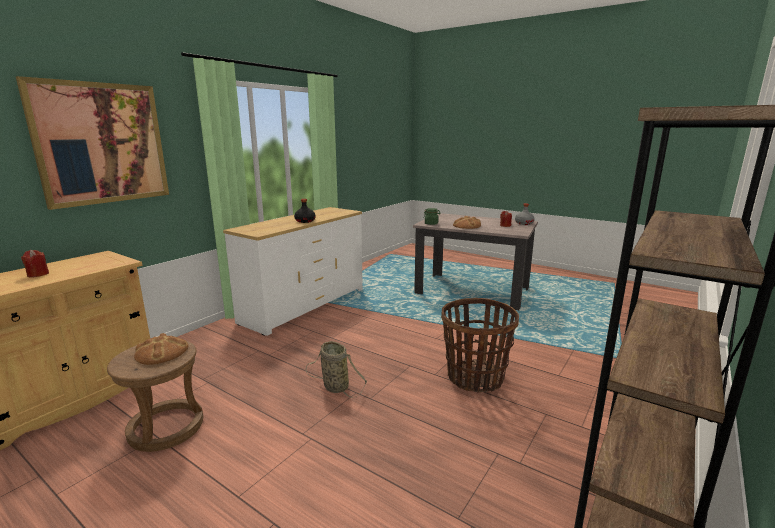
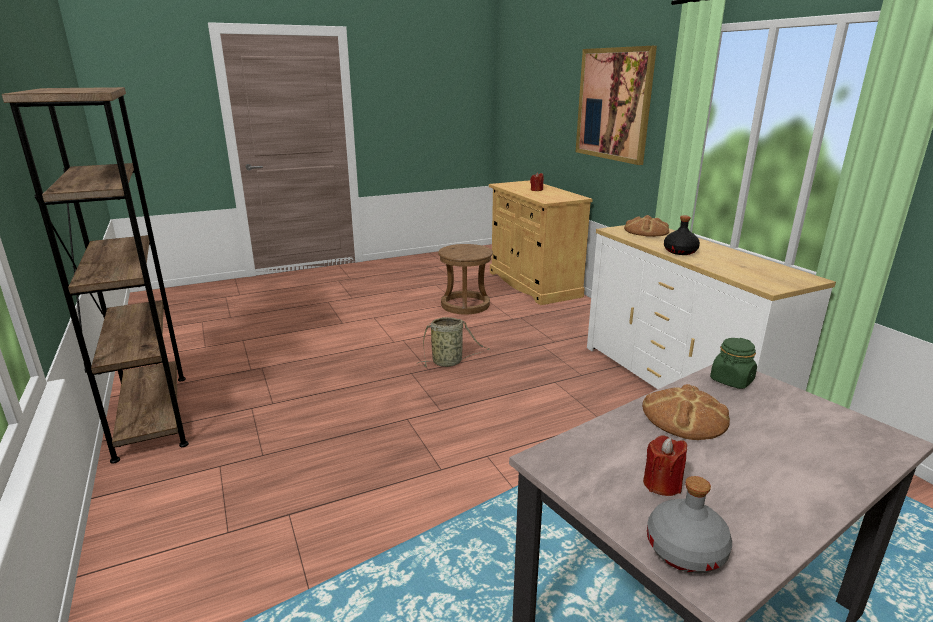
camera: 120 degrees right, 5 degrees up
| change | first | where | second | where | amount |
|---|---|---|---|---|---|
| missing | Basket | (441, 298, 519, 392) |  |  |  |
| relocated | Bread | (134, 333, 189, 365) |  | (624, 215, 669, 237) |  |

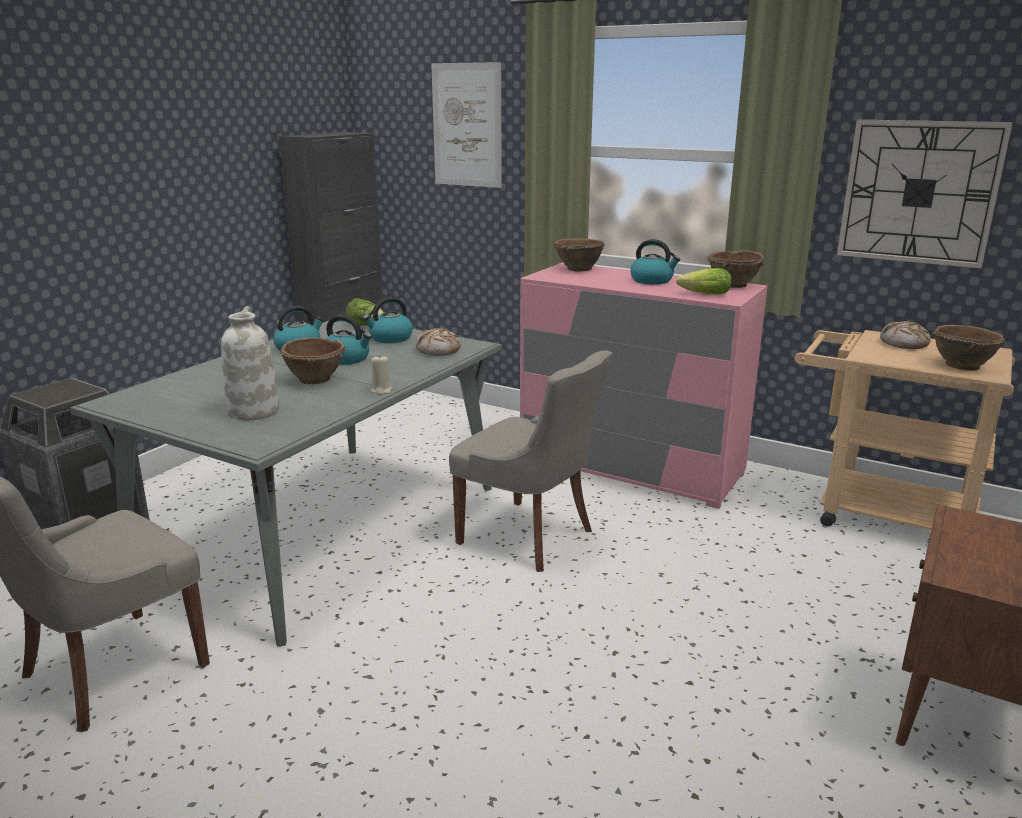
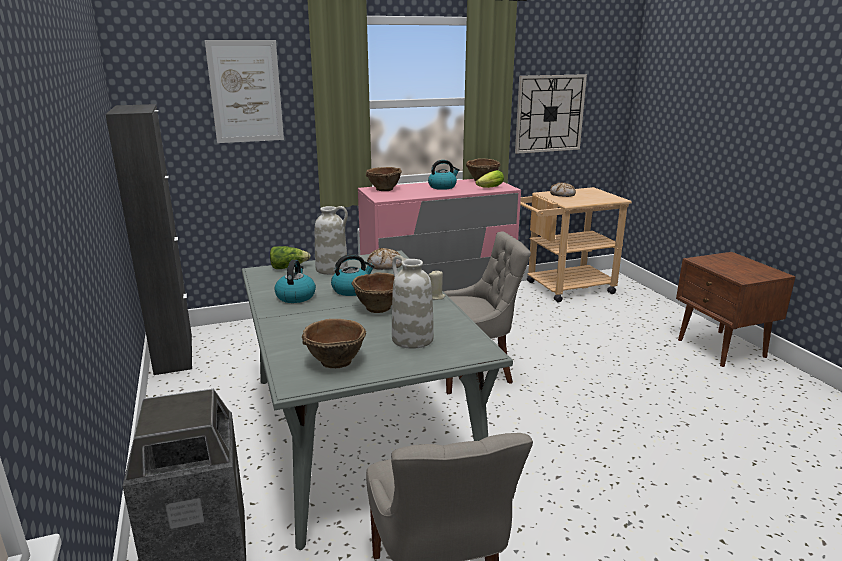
camera: 50 degrees left, 0 degrees up
| change | first | where | second | where | amount |
|---|---|---|---|---|---|
| exchanged | Kettle | (363, 297, 413, 343) | WhiteVase | (315, 206, 348, 275) |  |
| relocated | BrownBowl | (931, 325, 1005, 371) |  | (302, 319, 366, 368) |  |

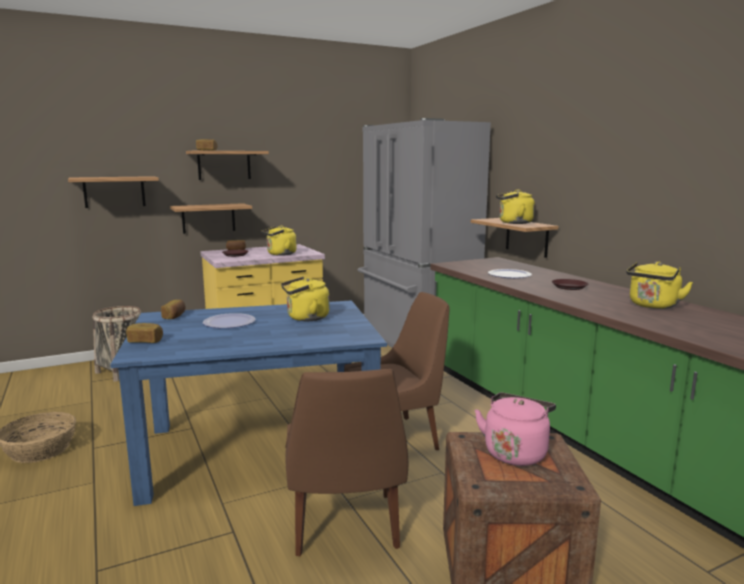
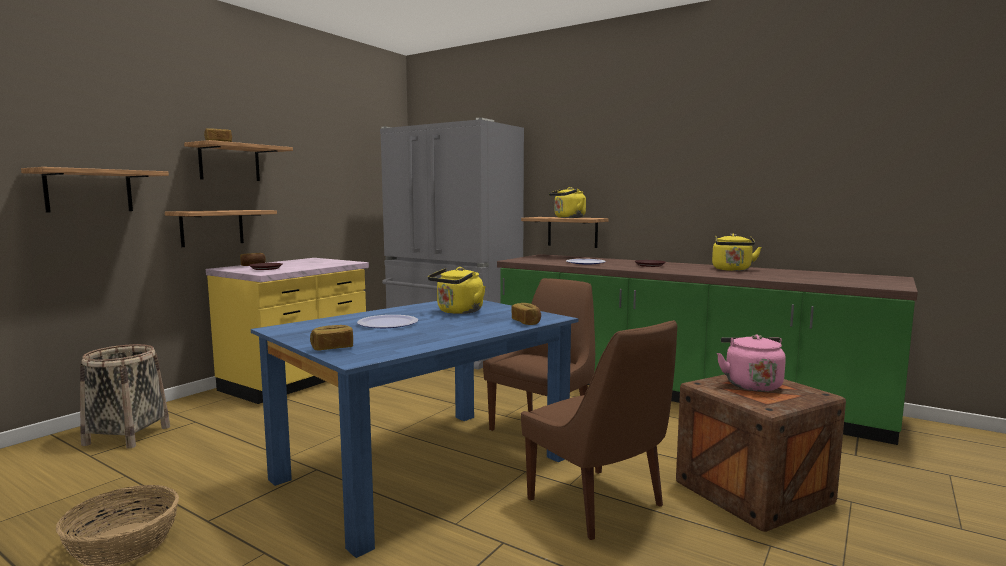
camera: 30 degrees left, 5 degrees down
| change | first | where | second | where | amount |
|---|---|---|---|---|---|
| missing | YellowKettle | (261, 226, 297, 256) |  |  |  |
| relocated | Bread | (161, 300, 186, 319) |  | (511, 303, 541, 325) |  |

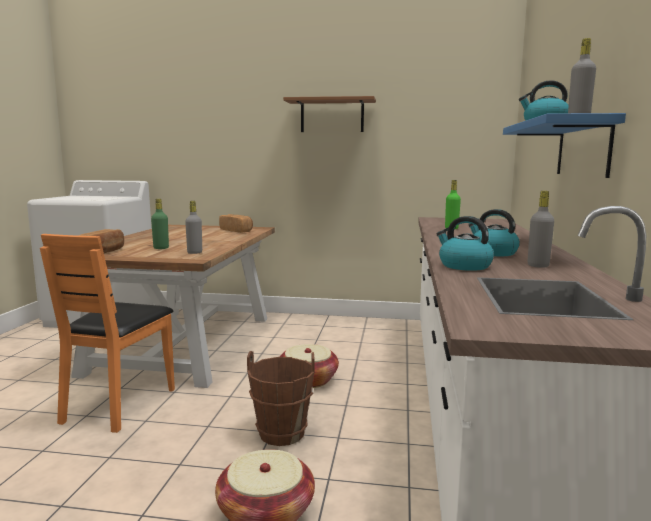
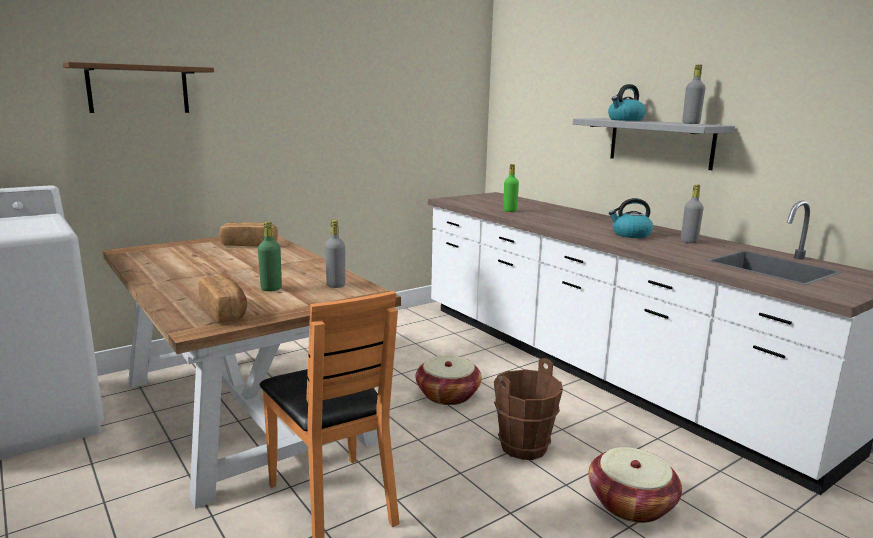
camera: 45 degrees left, 5 degrees up
| change | first | where | second | where | amount |
|---|---|---|---|---|---|
| relocated | BrownShelf | (283, 96, 376, 132) |  | (63, 62, 214, 113) |  |
| colour | BlueShelf | (503, 113, 626, 178) | GreyShelf | (573, 118, 735, 170) |  |
| missing | Kettle | (436, 216, 494, 271) |  |  |  |

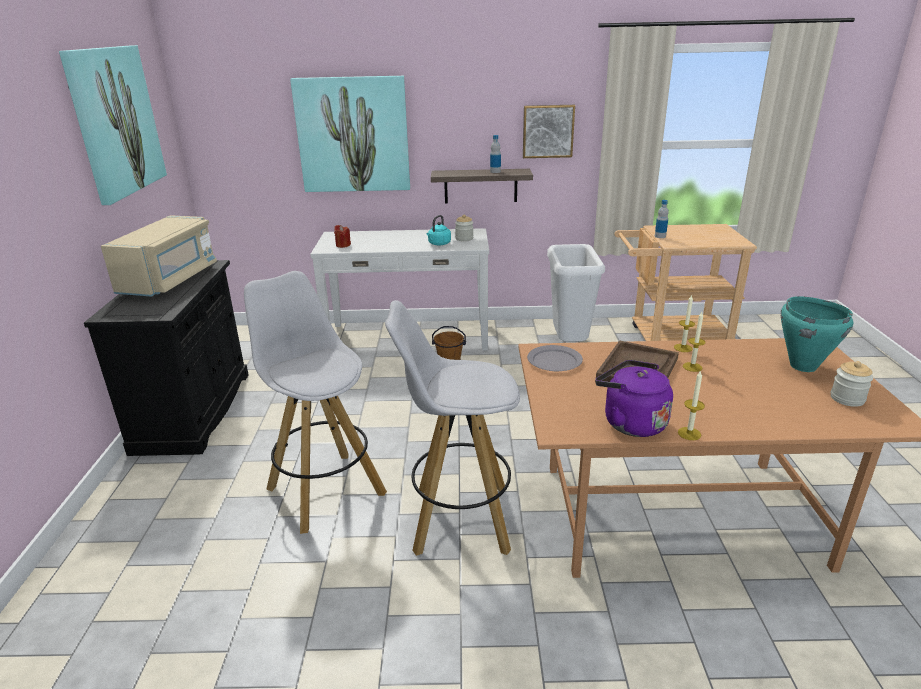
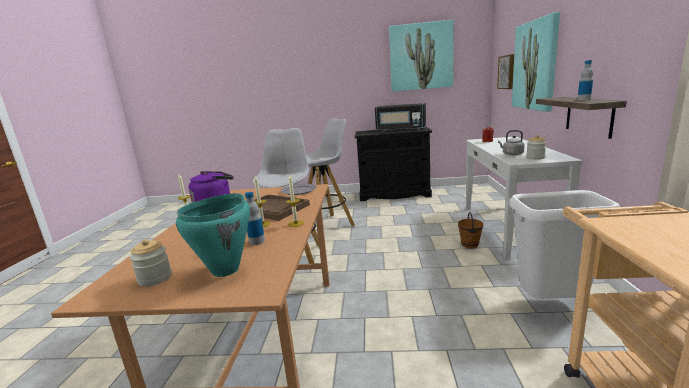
camera: 95 degrees right, 10 degrees down
| change | first | where | second | where | amount |
|---|---|---|---|---|---|
| relocated | Picture | (523, 105, 575, 158) |  | (497, 54, 514, 89) |  |
| relocated | Bottle | (655, 200, 669, 238) |  | (245, 192, 265, 245) |  |
| colour | BeigeMicrowave | (101, 215, 217, 297) | BlackMicrowave | (375, 103, 426, 131) |  |
| colour | TurquoiseKettle | (427, 215, 451, 245) | GreyKettle | (498, 130, 525, 155) |  |

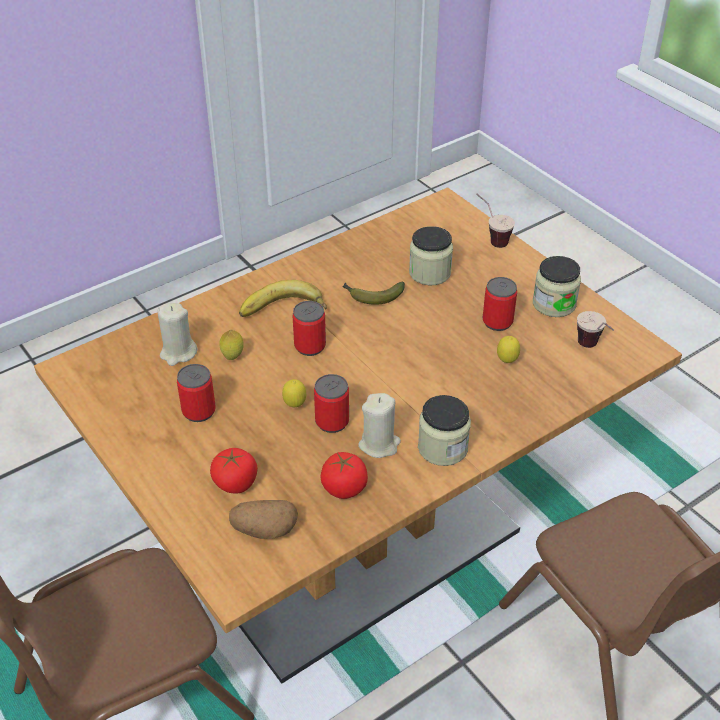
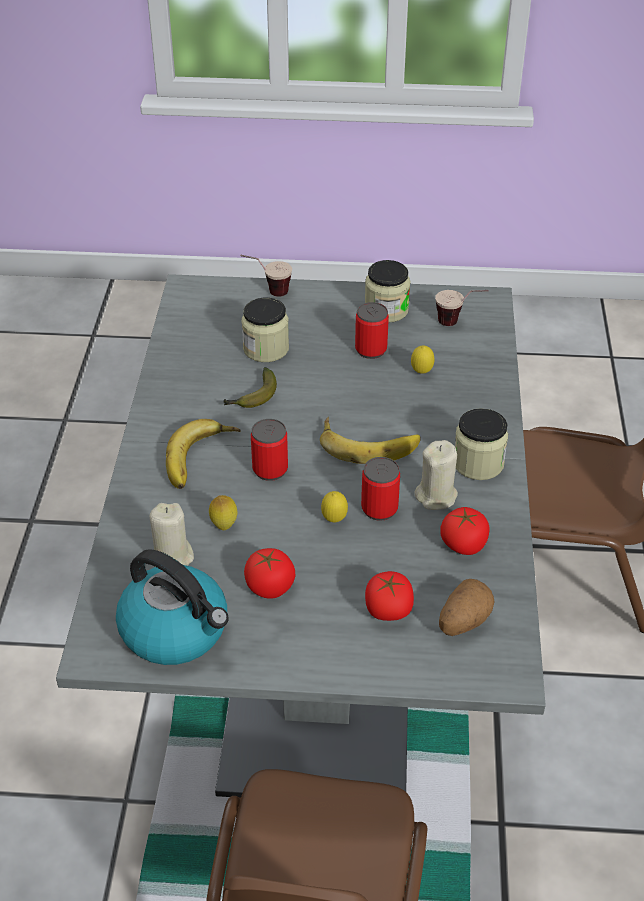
camera: 50 degrees left, 0 degrees up
| change | first | where | second | where | amount |
|---|---|---|---|---|---|
| colour | BrownDiningTable | (34, 187, 682, 684) | GreyDiningTable | (56, 274, 546, 797) |  |
| exchanged | Can | (177, 364, 216, 422) | Tomato | (244, 548, 295, 599) |  |
| appeared |  |  | Banana | (320, 417, 421, 464) |  |
| appeared |  |  | Kettle | (116, 549, 229, 665) |  |

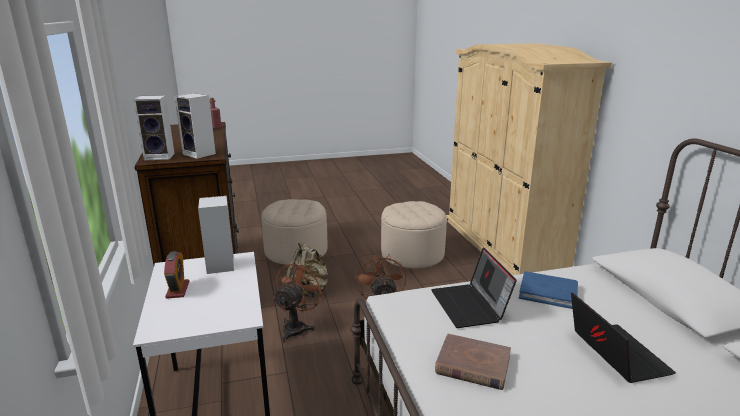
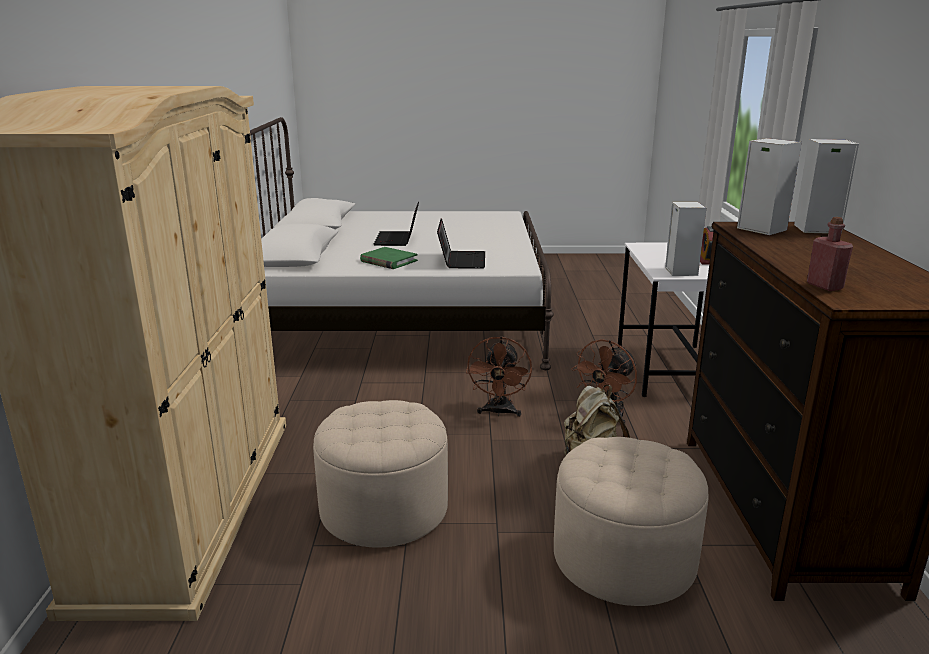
camera: 165 degrees left, 0 degrees up
| change | first | where | second | where | amount |
|---|---|---|---|---|---|
| colour | BlueBook | (519, 271, 578, 309) | GreenBook | (360, 247, 418, 269) |  |
| missing | BrownBook | (435, 334, 511, 390) |  |  |  |

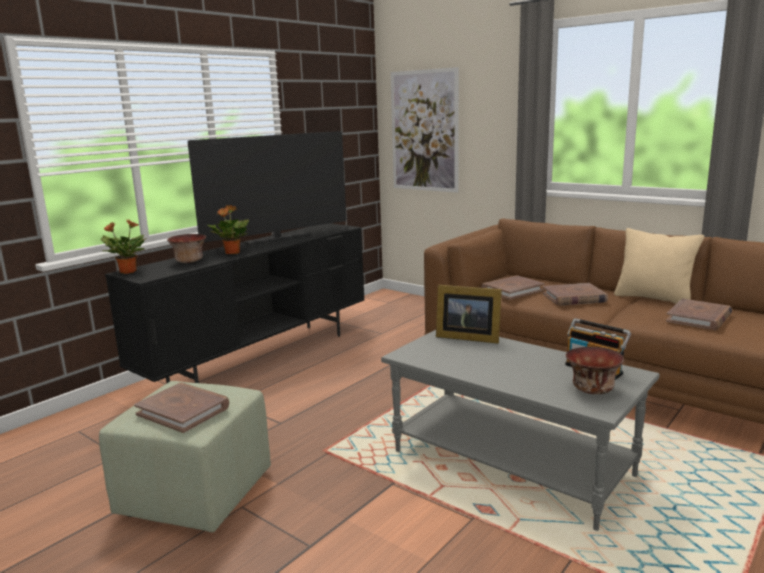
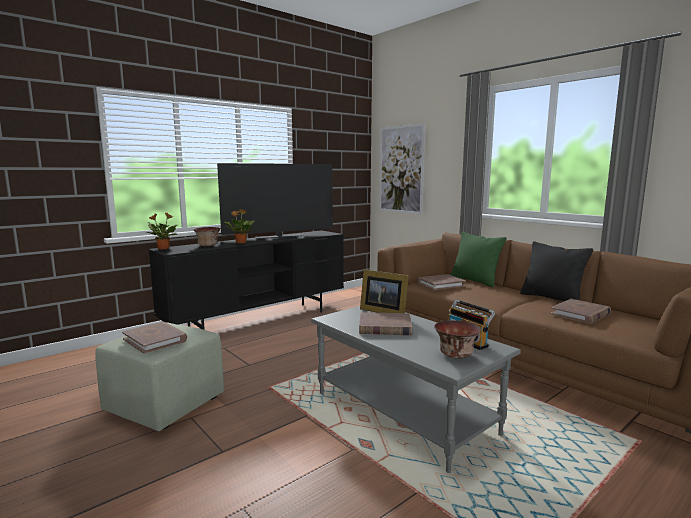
camera: 10 degrees right, 5 degrees down
| change | first | where | second | where | amount |
|---|---|---|---|---|---|
| colour | BeigePillow | (614, 228, 704, 304) | BlackPillow | (520, 241, 593, 301) |  |
| relocated | BrownBook | (543, 283, 608, 306) |  | (359, 312, 413, 335) |  |
| appeared |  |  | GreenPillow | (451, 232, 507, 287) |  |

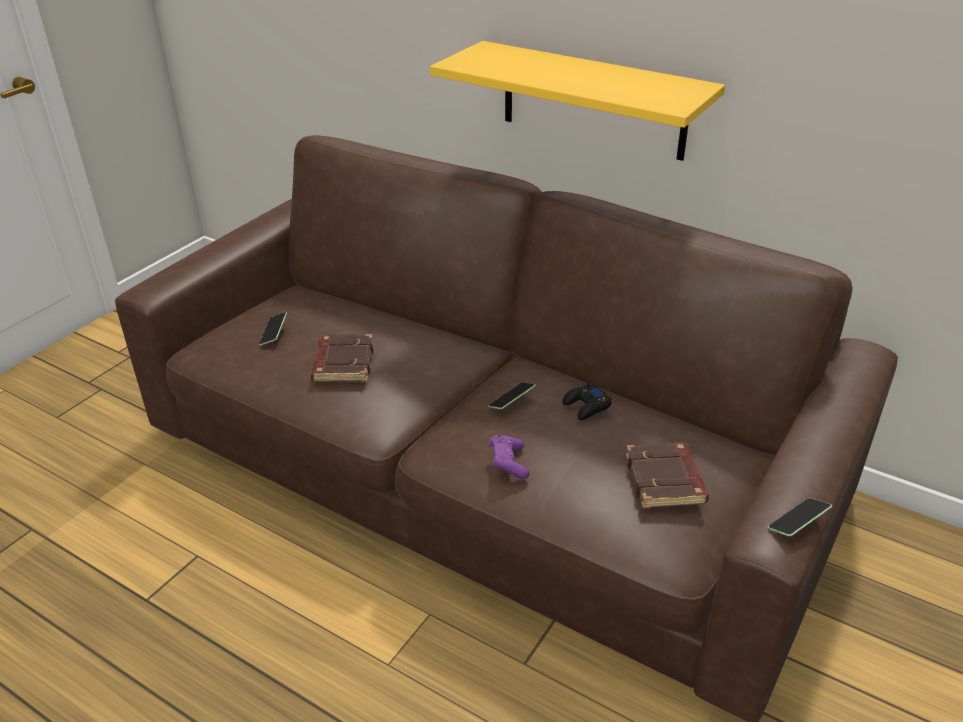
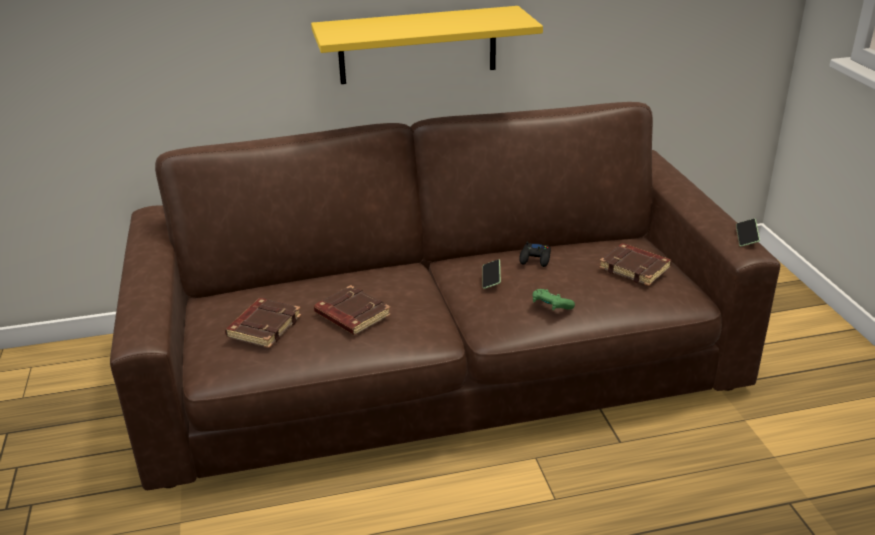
camera: 45 degrees left, 5 degrees down
| change | first | where | second | where | amount |
|---|---|---|---|---|---|
| exchanged | Phone | (259, 312, 287, 345) | BrownBook | (225, 298, 301, 348) |  |
| colour | PurpleGameController | (489, 435, 529, 479) | GreenGameController | (532, 289, 575, 310) |  |

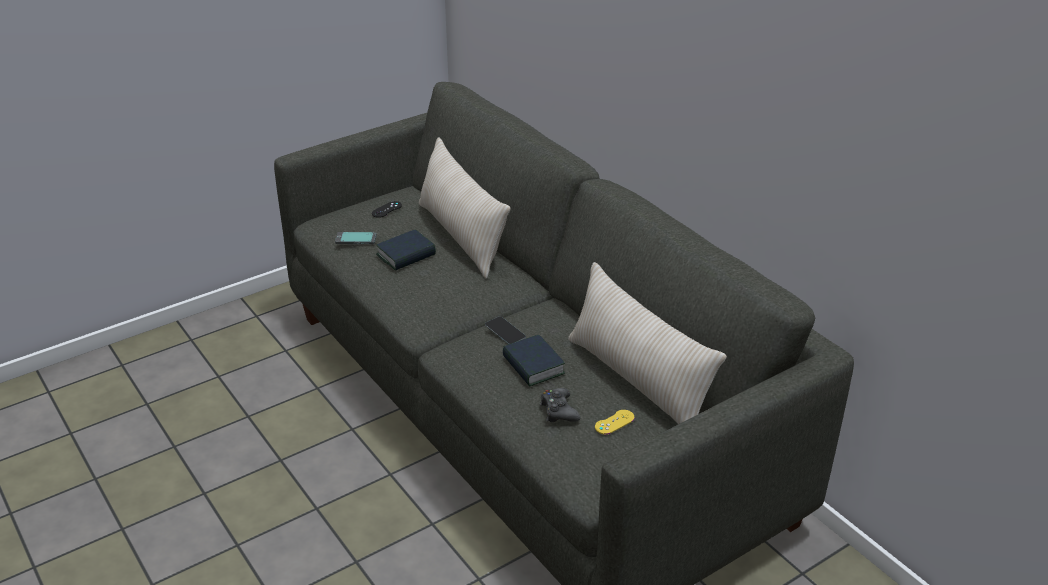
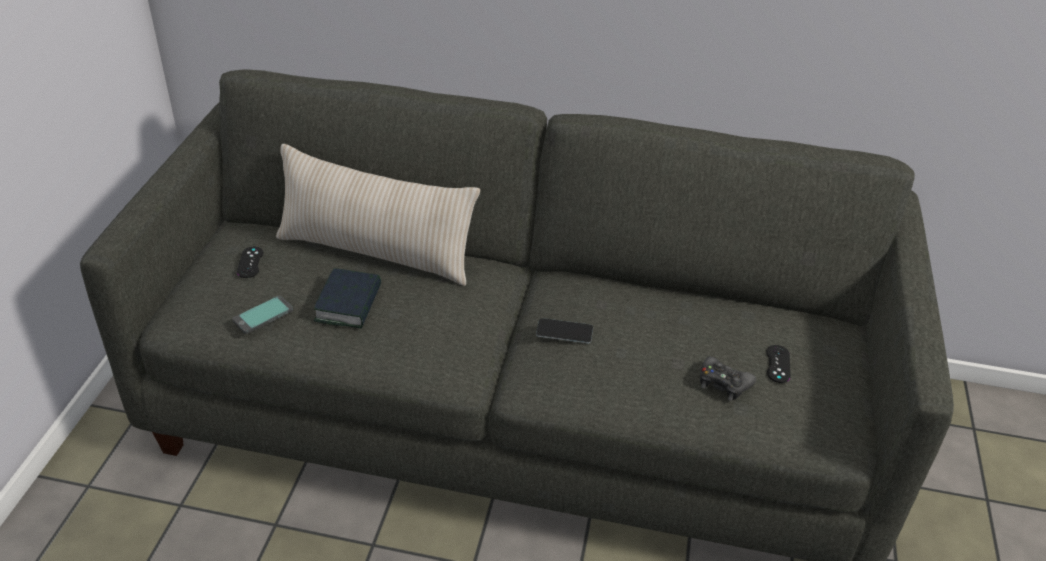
camera: 45 degrees left, 5 degrees up
| change | first | where | second | where | amount |
|---|---|---|---|---|---|
| missing | BeigePillow | (568, 262, 727, 424) |  |  |  |
| missing | Book | (503, 335, 565, 387) |  |  |  |
| colour | YellowGameController | (595, 410, 635, 434) | BlackGameController | (766, 345, 791, 383) |  |

